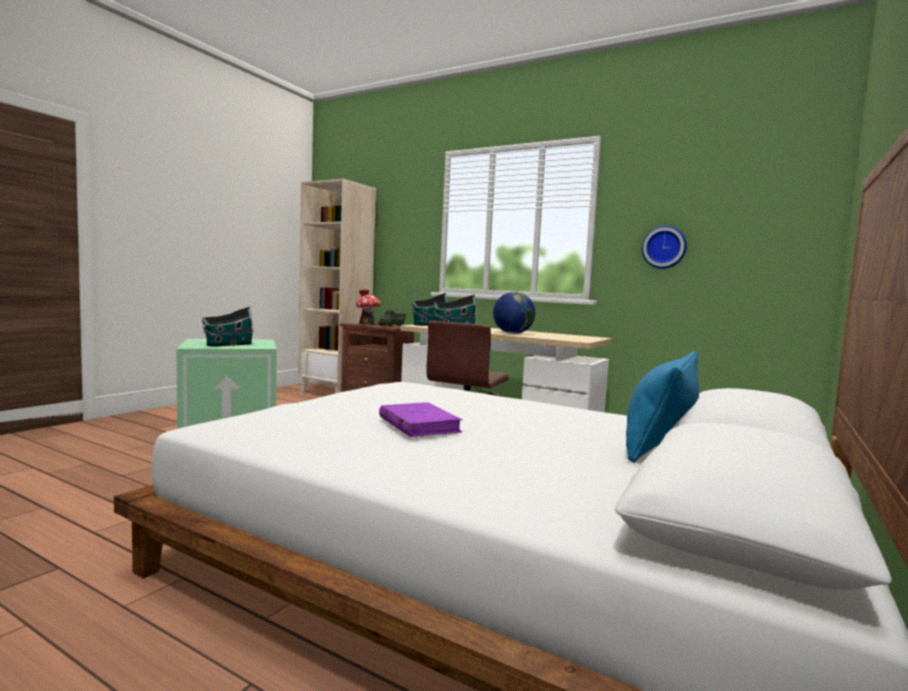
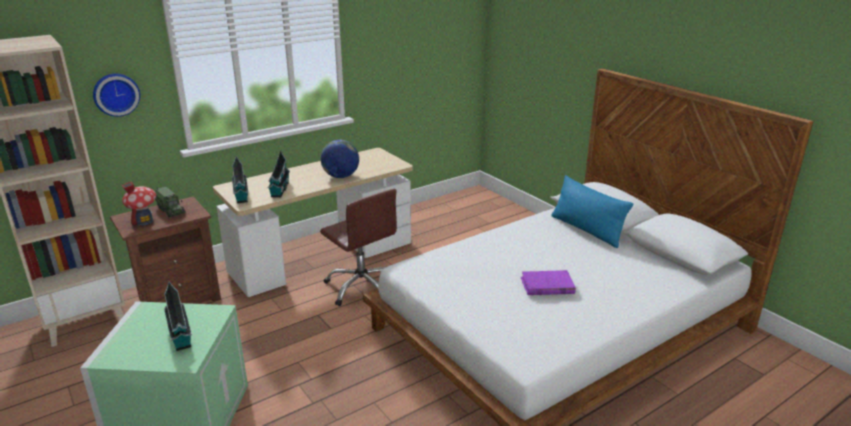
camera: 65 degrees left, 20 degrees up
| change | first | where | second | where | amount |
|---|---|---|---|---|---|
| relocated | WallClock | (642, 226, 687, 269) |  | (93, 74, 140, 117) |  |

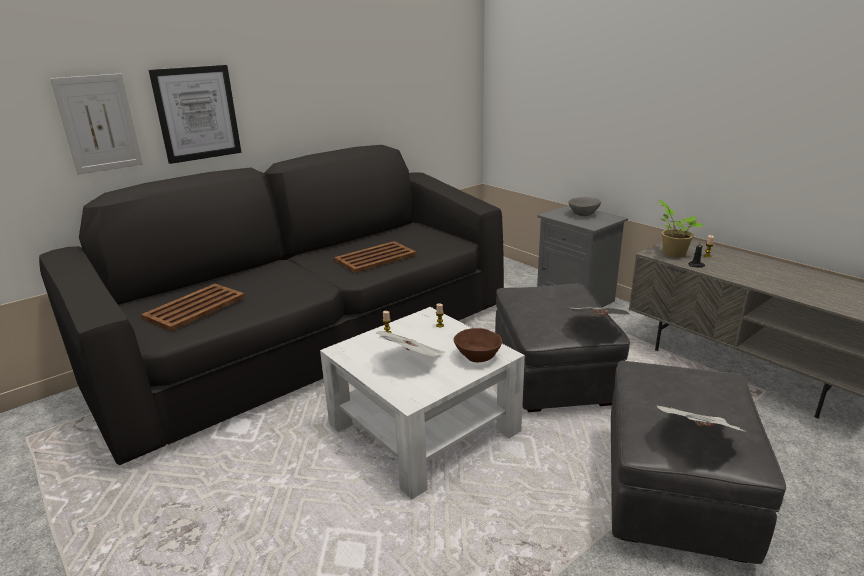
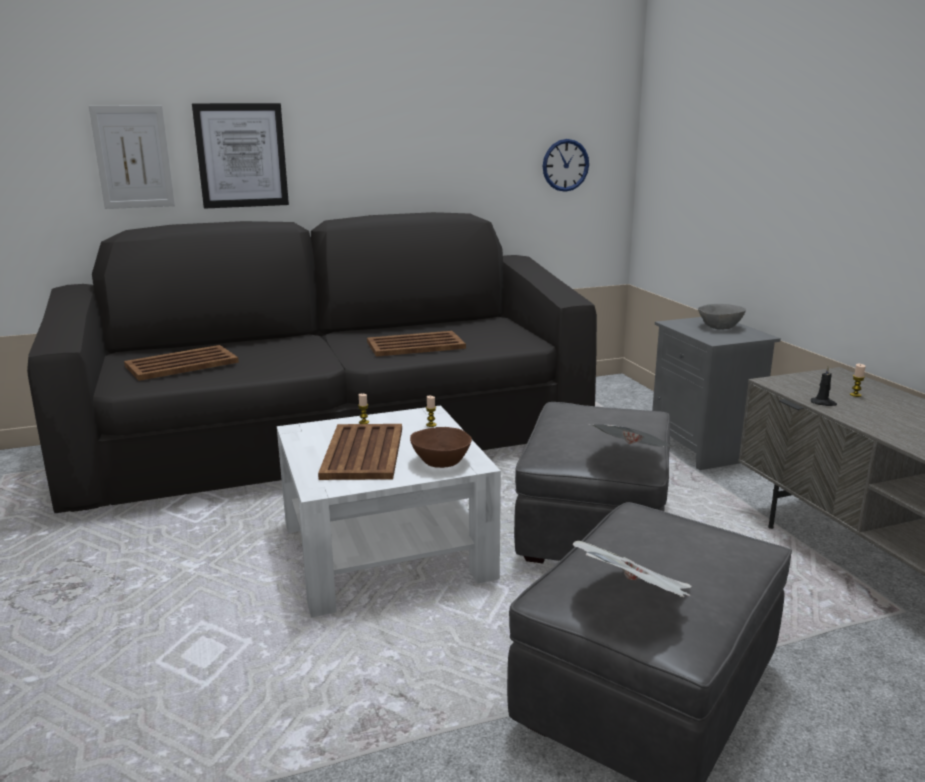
camera: 20 degrees right, 5 degrees down
| change | first | where | second | where | amount |
|---|---|---|---|---|---|
| missing | PottedPlant | (659, 200, 704, 257) |  |  |  |
| exchanged | Newspaper | (376, 331, 445, 357) | BrownTray | (318, 424, 402, 480) |  |
| appeared |  |  | WallClock | (543, 139, 589, 192) |  |

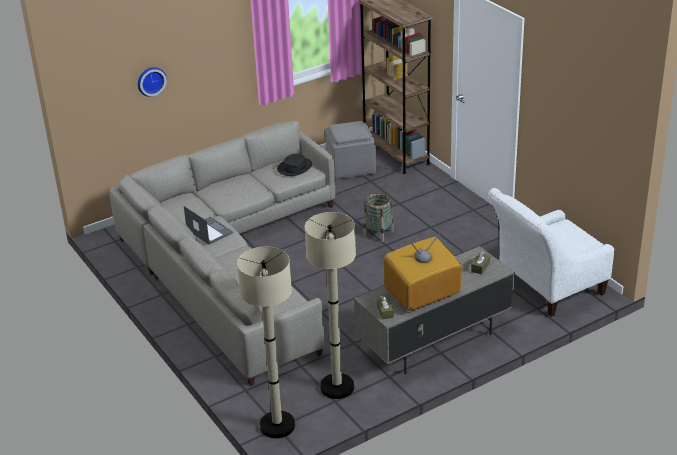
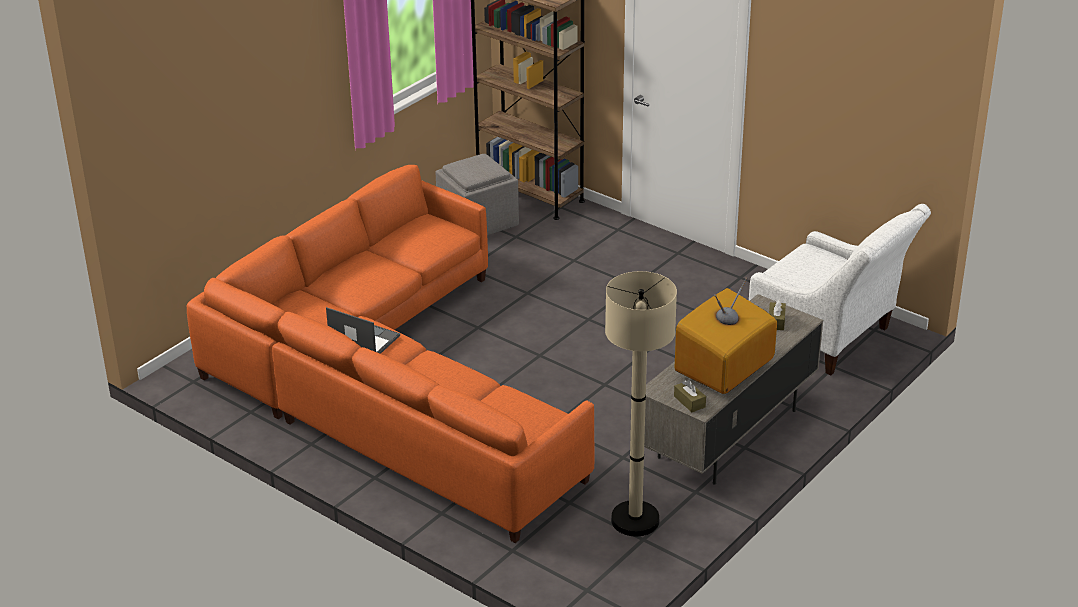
camera: 20 degrees left, 0 degrees up
| change | first | where | second | where | amount |
|---|---|---|---|---|---|
| missing | WallClock | (138, 67, 167, 97) |  |  |  |
| colour | GreySofa | (110, 121, 335, 386) | OrangeSofa | (187, 165, 595, 543) |  |
| missing | BlackHat | (277, 154, 312, 176) |  |  |  |
| spun | WhiteArmchair | (488, 188, 614, 317) |  | (749, 204, 931, 375) | 90 degrees counterclockwise |
| missing | Basket | (363, 193, 394, 242) |  |  |  |
| missing | BeigeFloorLamp | (237, 247, 295, 438) |  |  |  |

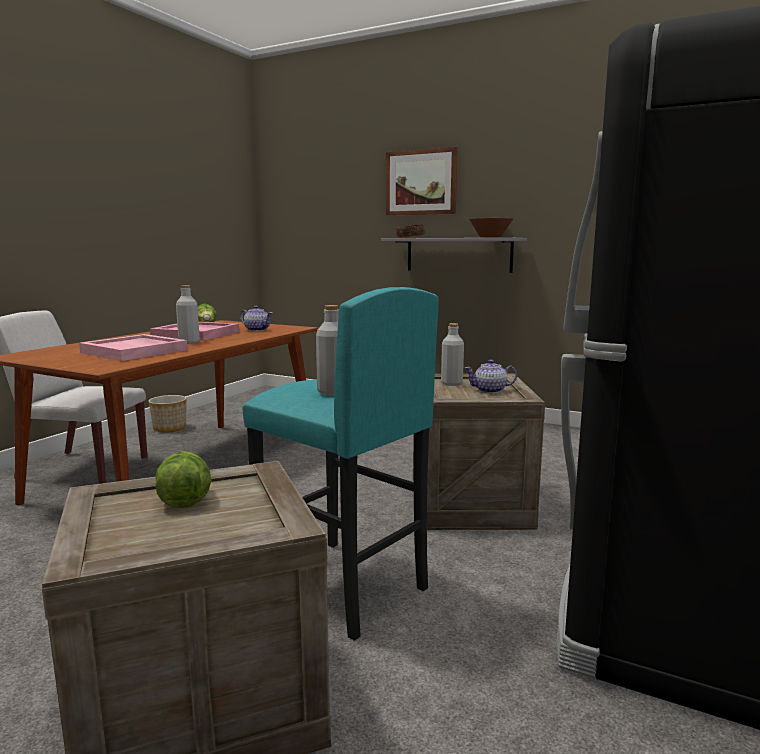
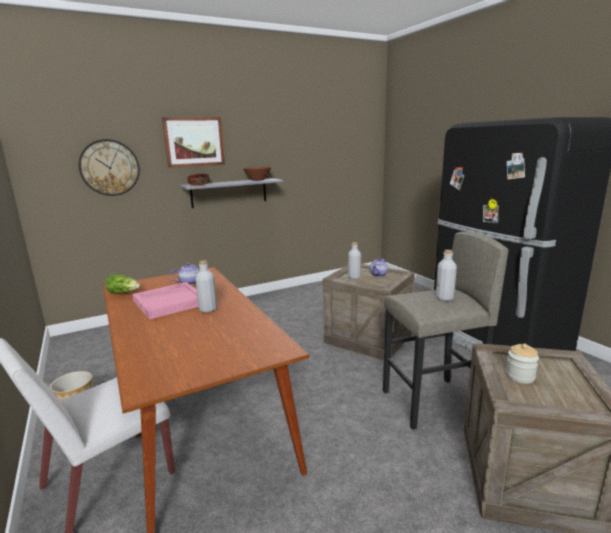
camera: 55 degrees left, 5 degrees up
| change | first | where | second | where | amount |
|---|---|---|---|---|---|
| colour | TurquoiseStool | (243, 287, 439, 641) | GreyStool | (383, 232, 509, 430) |  |
| missing | PinkTray | (79, 334, 187, 361) |  |  |  |
| exchanged | Lettuce | (155, 452, 211, 508) | Jar | (506, 344, 539, 384) |  |
| appeared |  |  | WallClock | (79, 139, 140, 196) |  |

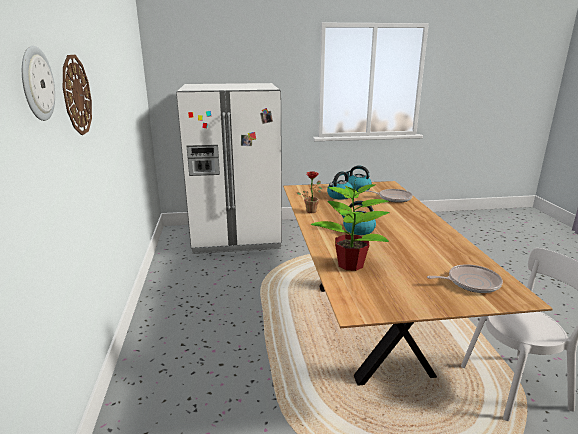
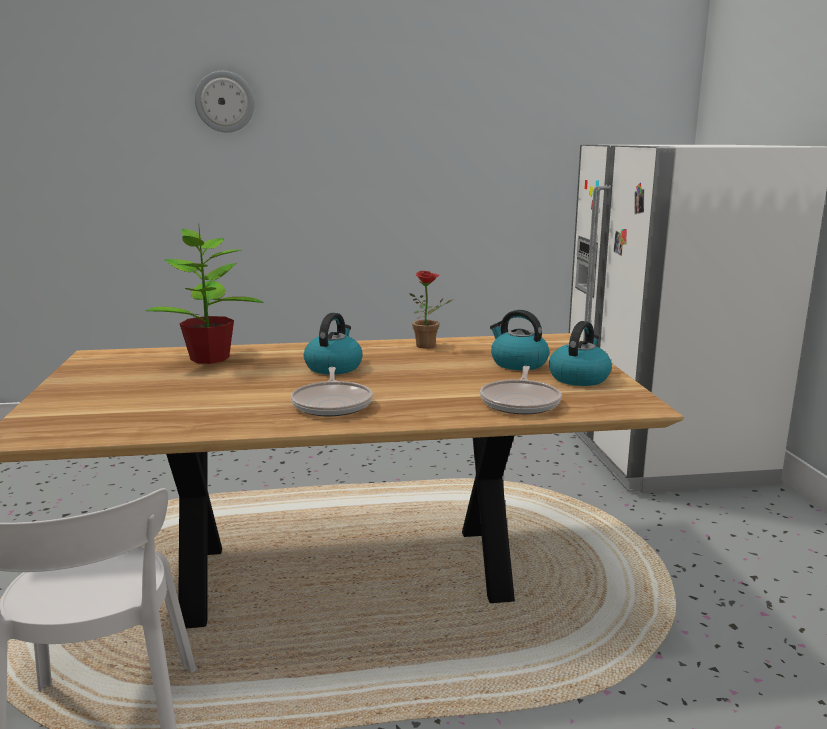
camera: 90 degrees right, 5 degrees down
| change | first | where | second | where | amount |
|---|---|---|---|---|---|
| missing | WallClock | (63, 55, 92, 135) |  |  |  |
| relocated | FryingPan | (427, 264, 503, 293) |  | (291, 367, 373, 416) |  |

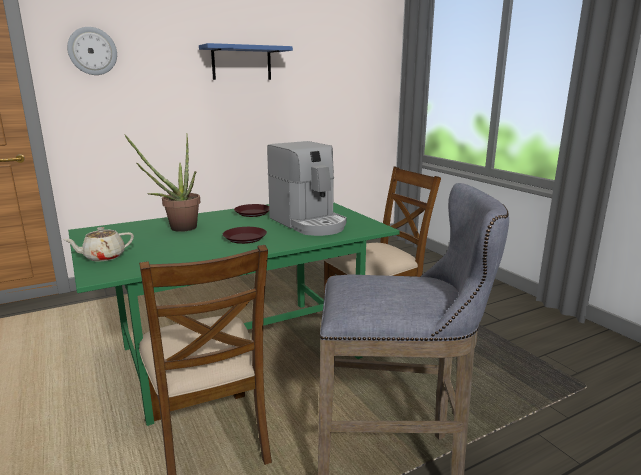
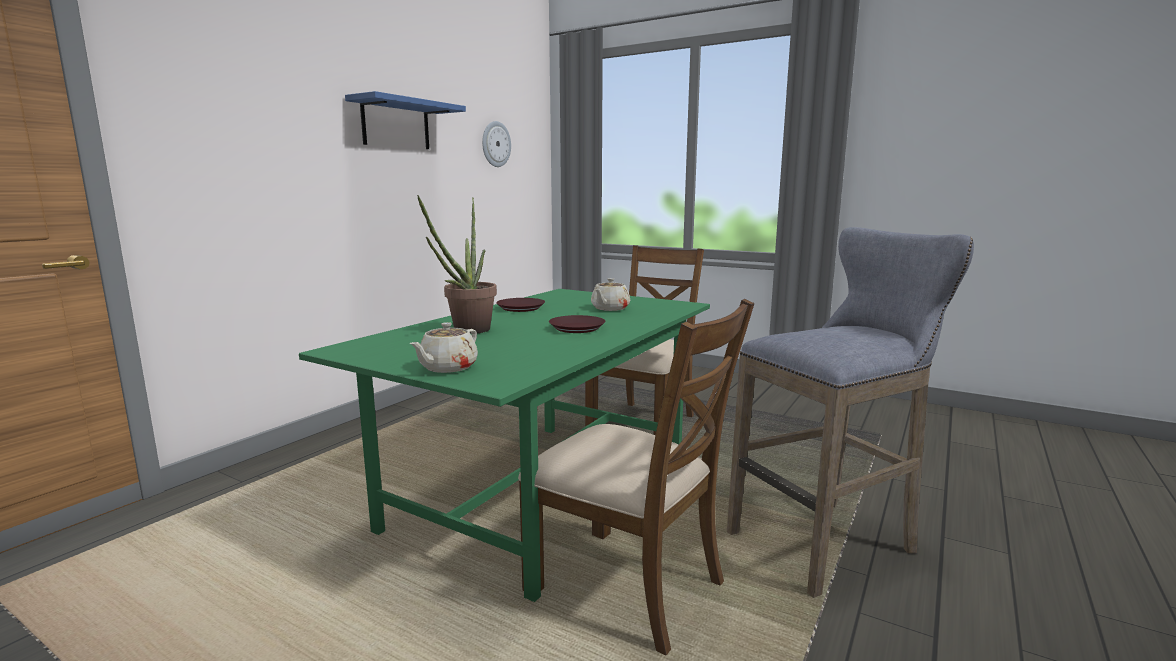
camera: 30 degrees left, 5 degrees down
| change | first | where | second | where | amount |
|---|---|---|---|---|---|
| relocated | WallClock | (67, 27, 117, 75) |  | (482, 121, 511, 167) |  |
| exchanged | CoffeeMachine | (267, 141, 347, 236) | BeigeTeapot | (591, 278, 630, 311) |  |

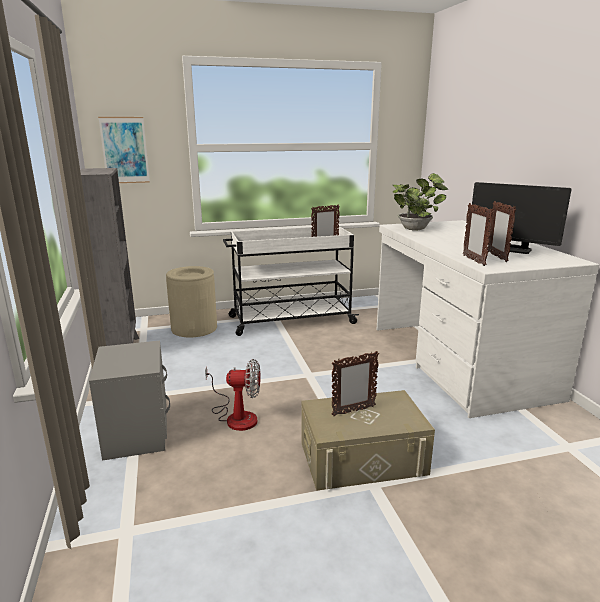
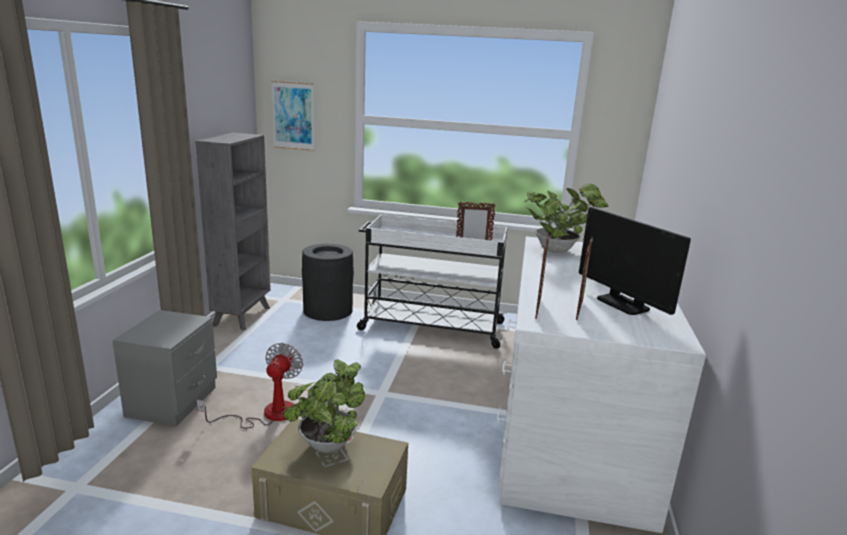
camera: 25 degrees right, 0 degrees up
| change | first | where | second | where | amount |
|---|---|---|---|---|---|
| colour | BeigeTrashCan | (166, 266, 217, 338) | BlackTrashCan | (302, 244, 354, 321) |  |
| exchanged | PictureFrame | (332, 351, 379, 416) | PottedPlant | (280, 359, 365, 453) |  |
| spun | Fan | (205, 359, 261, 431) |  | (196, 343, 303, 429) | 105 degrees counterclockwise |

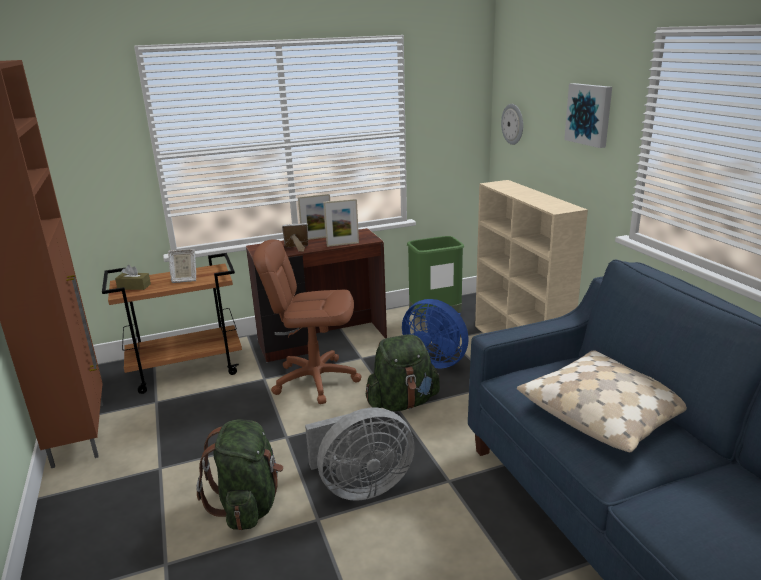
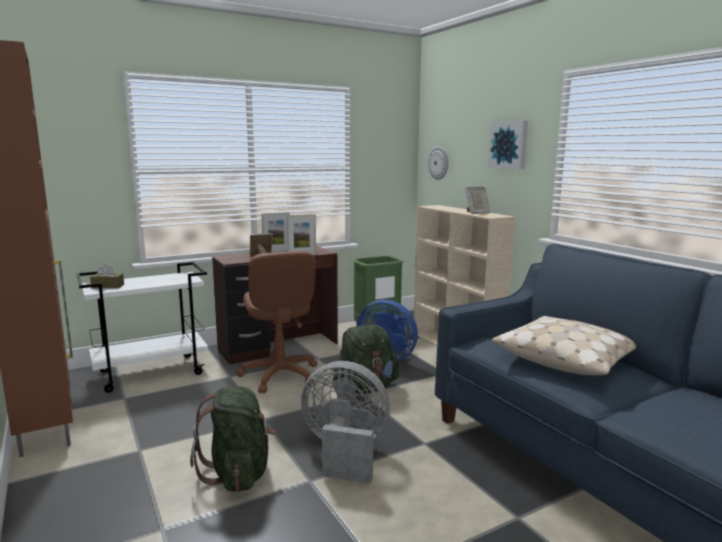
camera: 10 degrees left, 10 degrees down
| change | first | where | second | where | amount |
|---|---|---|---|---|---|
| spun | BrownOfficeChair | (253, 240, 362, 404) |  | (236, 251, 318, 393) | 105 degrees counterclockwise |
| relocated | PictureFrame | (168, 249, 196, 283) |  | (464, 186, 490, 214) |  |
| colour | BrownCart | (102, 253, 242, 394) | WhiteCart | (77, 262, 208, 393) |  |
| spun | GreyFan | (305, 408, 415, 501) |  | (301, 361, 390, 484) | 135 degrees counterclockwise |

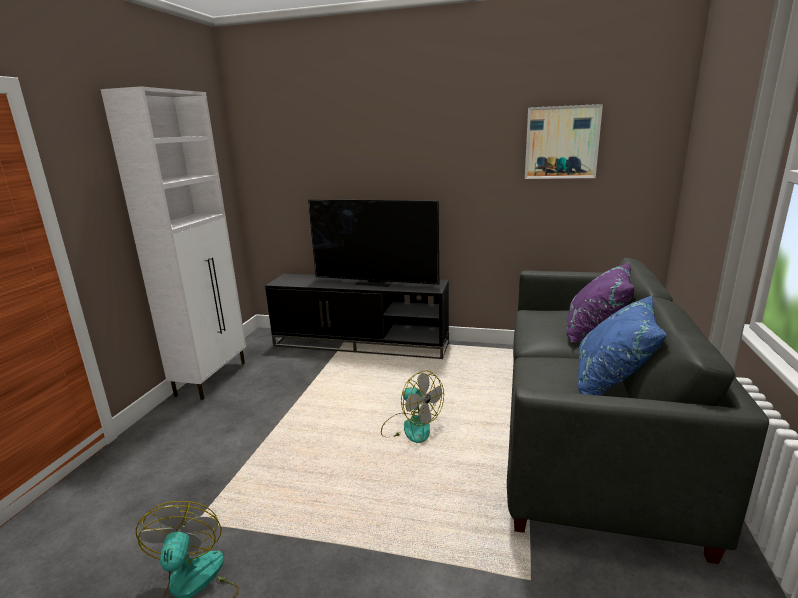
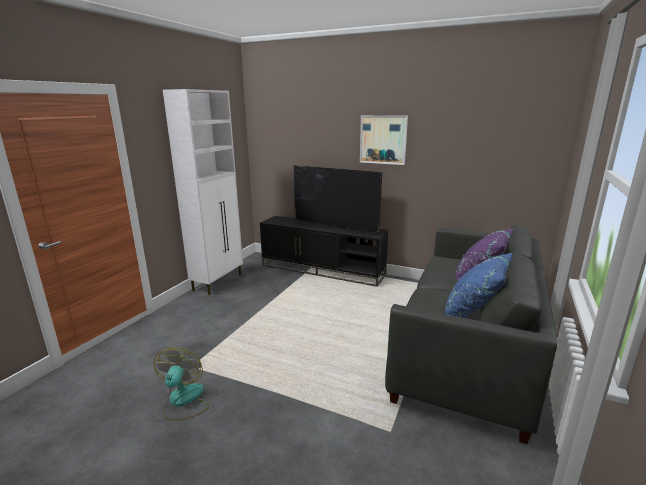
camera: 10 degrees right, 0 degrees up
| change | first | where | second | where | amount |
|---|---|---|---|---|---|
| relocated | Picture | (525, 104, 603, 179) |  | (360, 115, 408, 165) |  |
| missing | Fan | (381, 371, 444, 443) |  |  |  |

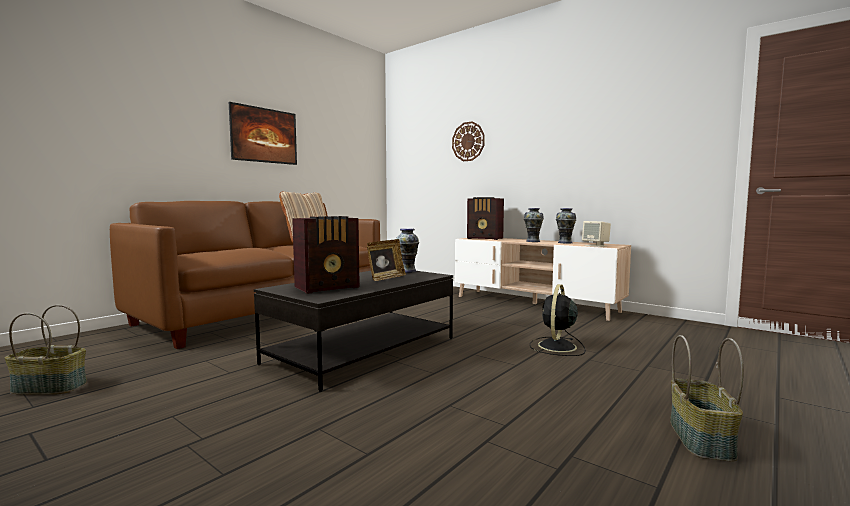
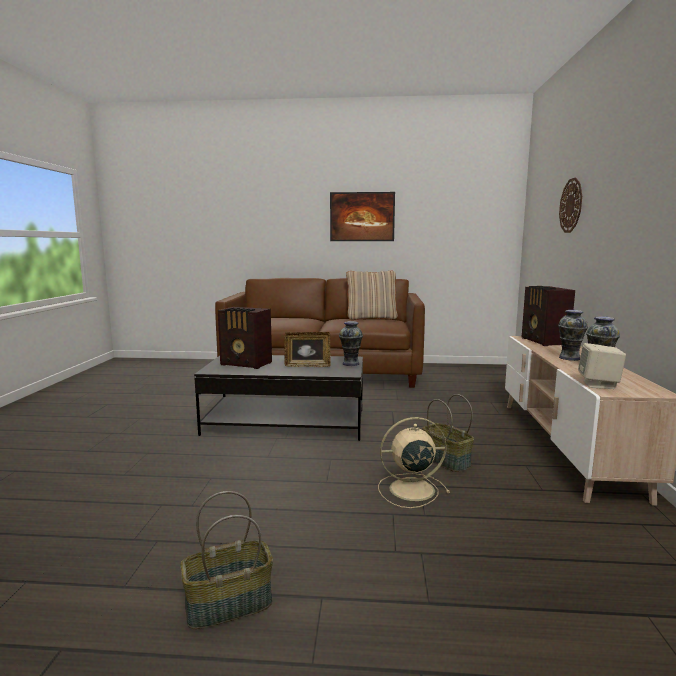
camera: 55 degrees right, 5 degrees up
| change | first | where | second | where | amount |
|---|---|---|---|---|---|
| colour | BlackFan | (530, 284, 586, 356) | BeigeFan | (378, 417, 450, 508) |  |
| relocated | Basket | (5, 305, 87, 395) |  | (422, 394, 474, 472) |  |

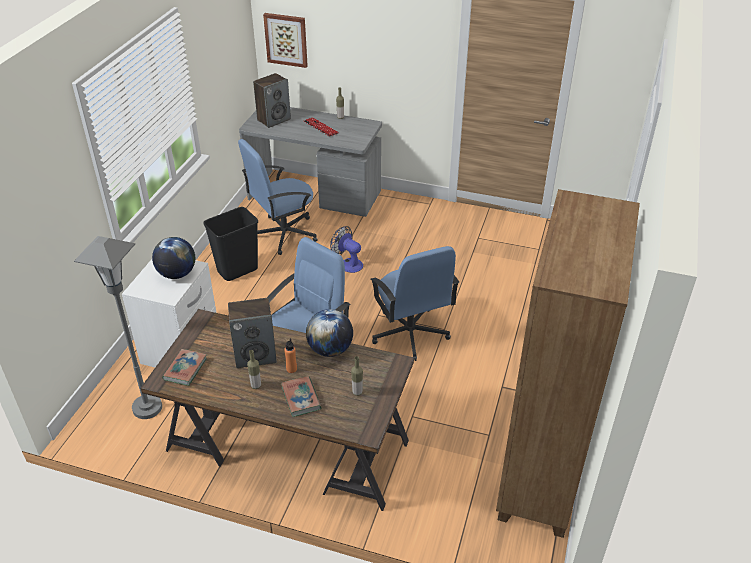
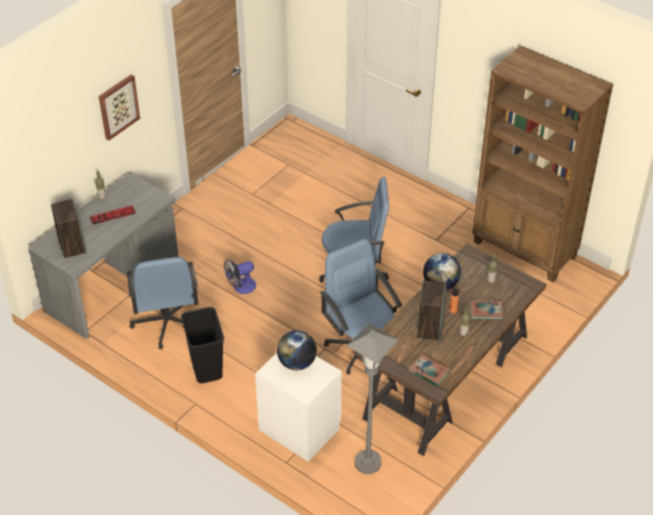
camera: 70 degrees left, 5 degrees up
| change | first | where | second | where | amount |
|---|---|---|---|---|---|
| relocated | Picture | (263, 13, 308, 68) |  | (99, 74, 140, 141) |  |

